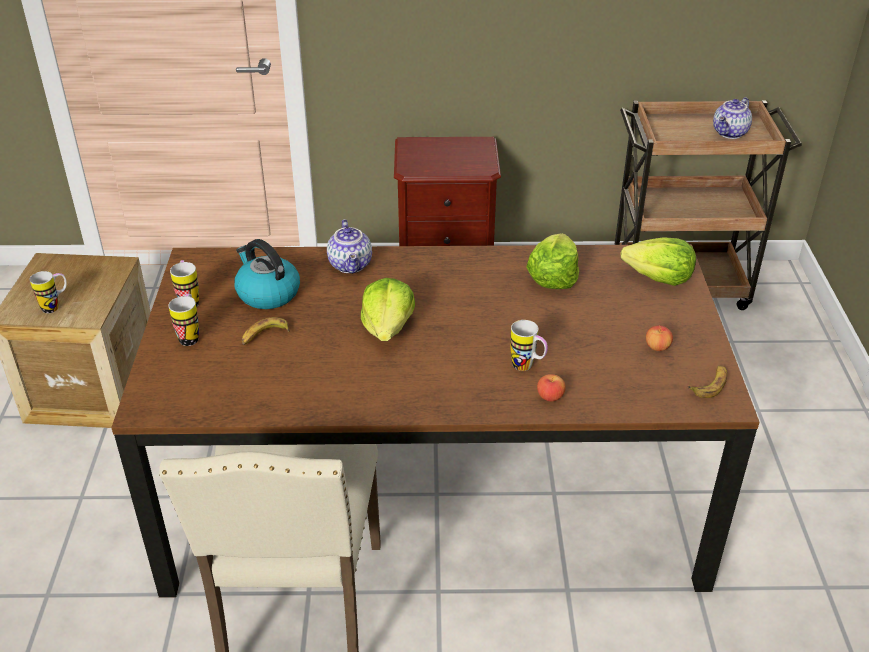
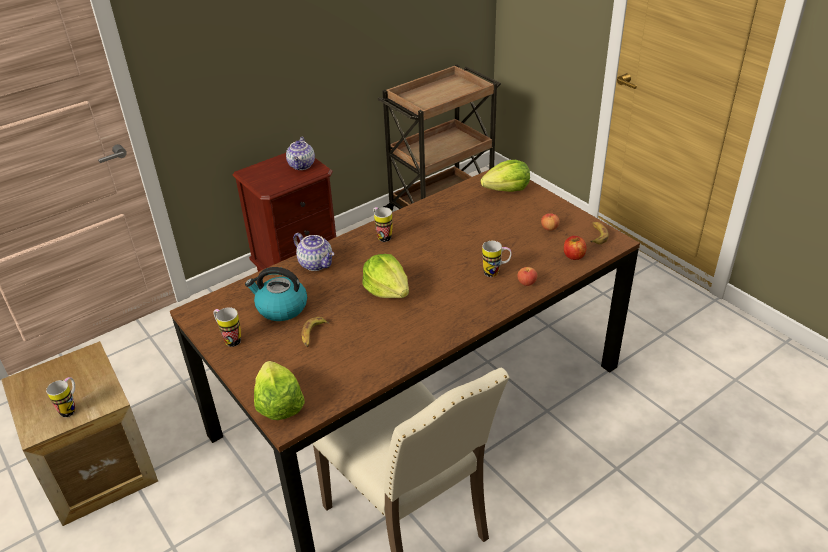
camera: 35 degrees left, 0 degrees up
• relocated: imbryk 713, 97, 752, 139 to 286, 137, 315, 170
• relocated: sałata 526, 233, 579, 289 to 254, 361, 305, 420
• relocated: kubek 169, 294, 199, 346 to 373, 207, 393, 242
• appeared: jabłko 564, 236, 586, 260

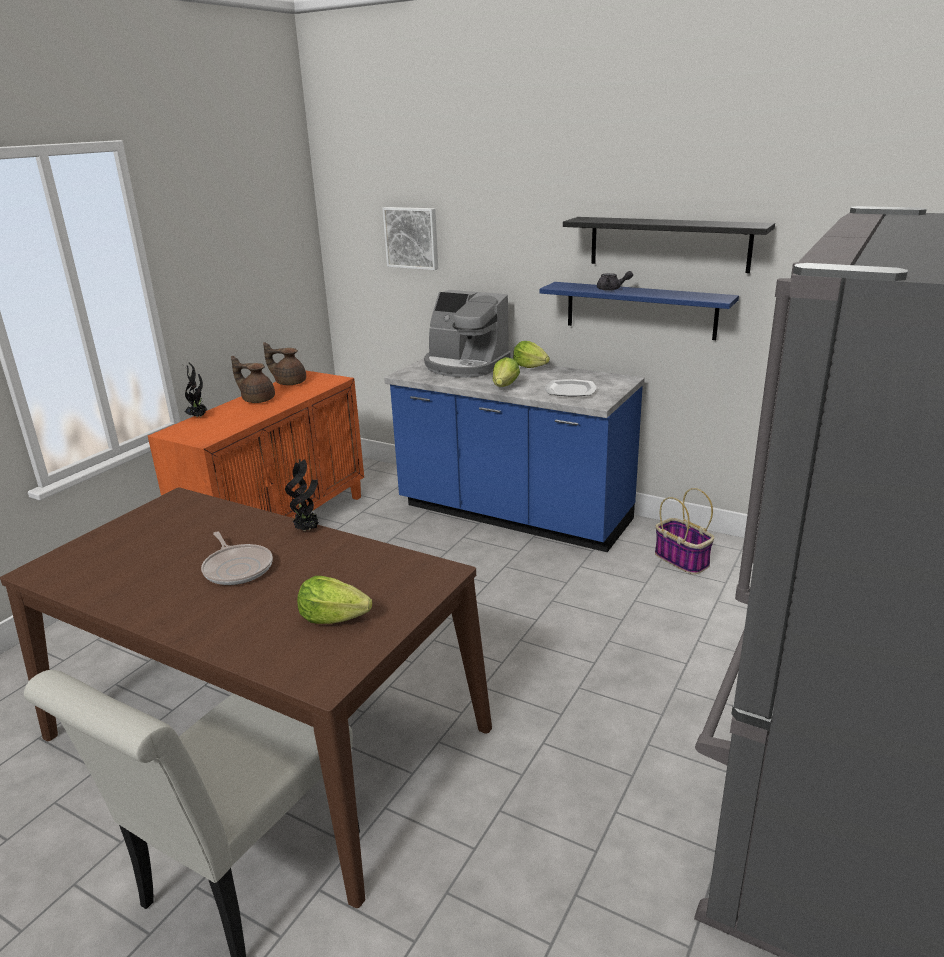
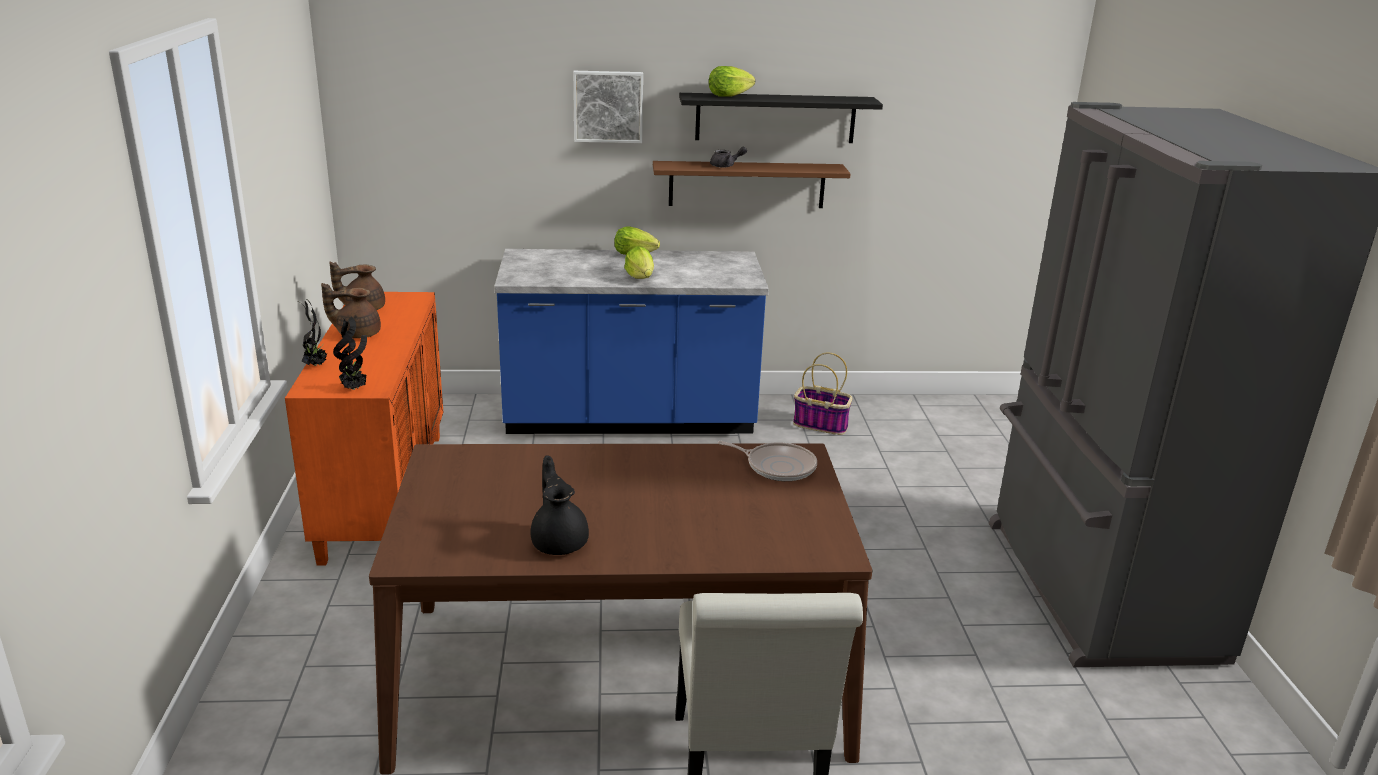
camera: 35 degrees left, 0 degrees up
• relocated: obraz 383, 207, 438, 270 to 573, 71, 643, 143
• colour: półka/niebieski 540, 282, 739, 340 to półka/brązowy 653, 161, 850, 208
• missing: ekspres do kawy 424, 290, 511, 378
• missing: talerz 545, 379, 596, 396
• relocated: roślina doniczkowa 285, 459, 319, 531 to 333, 317, 367, 390
• relocated: patelnia 201, 531, 273, 585 to 718, 441, 817, 481
• relocated: sałata 297, 576, 372, 624 to 709, 66, 755, 97
• appeared: imbryk/czarny 530, 456, 589, 555

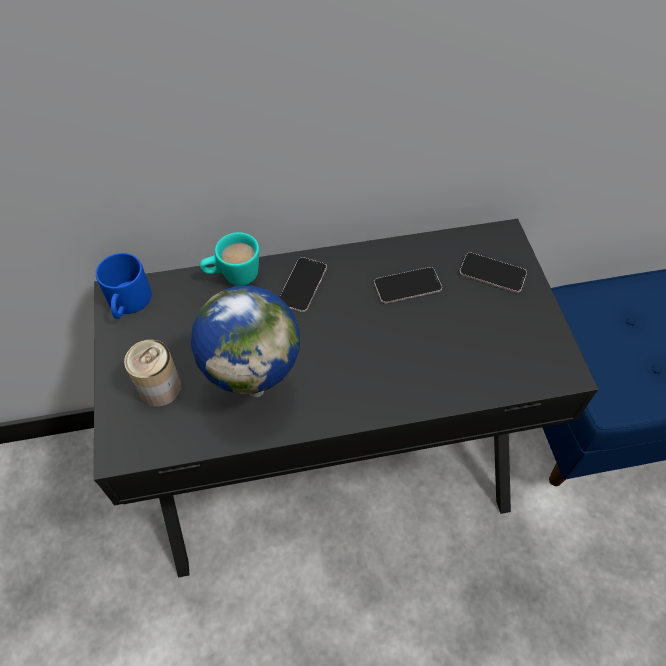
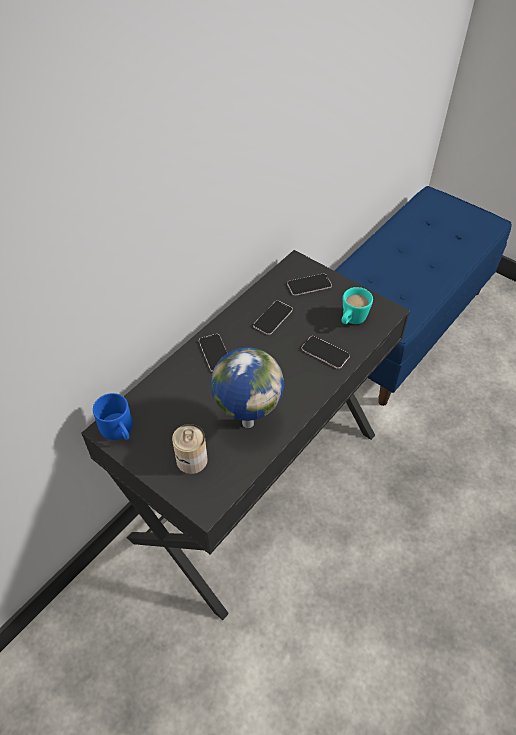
camera: 40 degrees left, 5 degrees down
• relocated: kubek/turkusowy 200, 232, 260, 286 to 342, 287, 373, 324
• appeared: telefon 302, 336, 350, 369

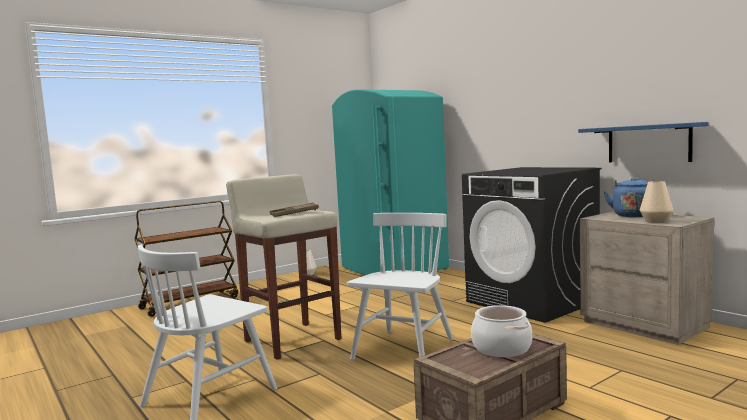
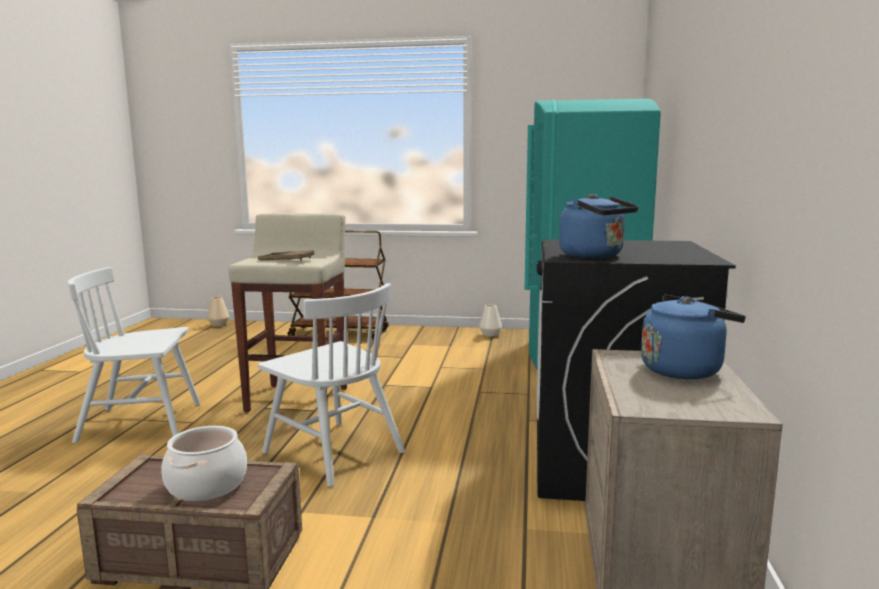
camera: 45 degrees right, 5 degrees up
• missing: półka/niebieski 578, 122, 709, 162
• relocated: wazon/beżowy 640, 181, 673, 223 to 207, 297, 229, 327
• spun: krzesło/biały 347, 213, 454, 360 = 258, 283, 405, 487 60 degrees clockwise
• appeared: czajnik/niebieski 559, 194, 639, 258

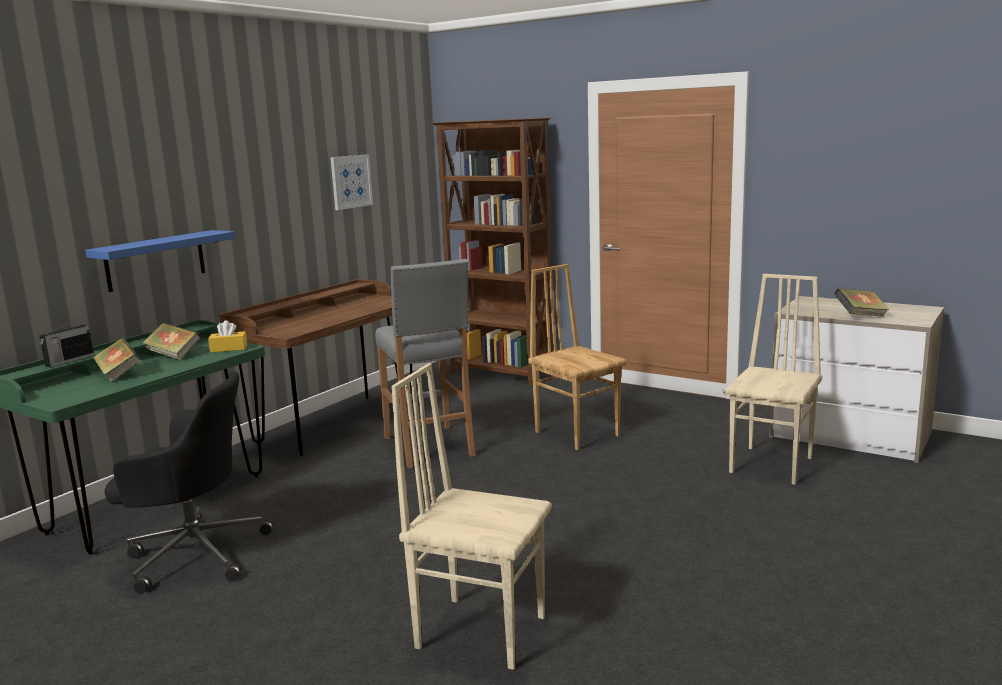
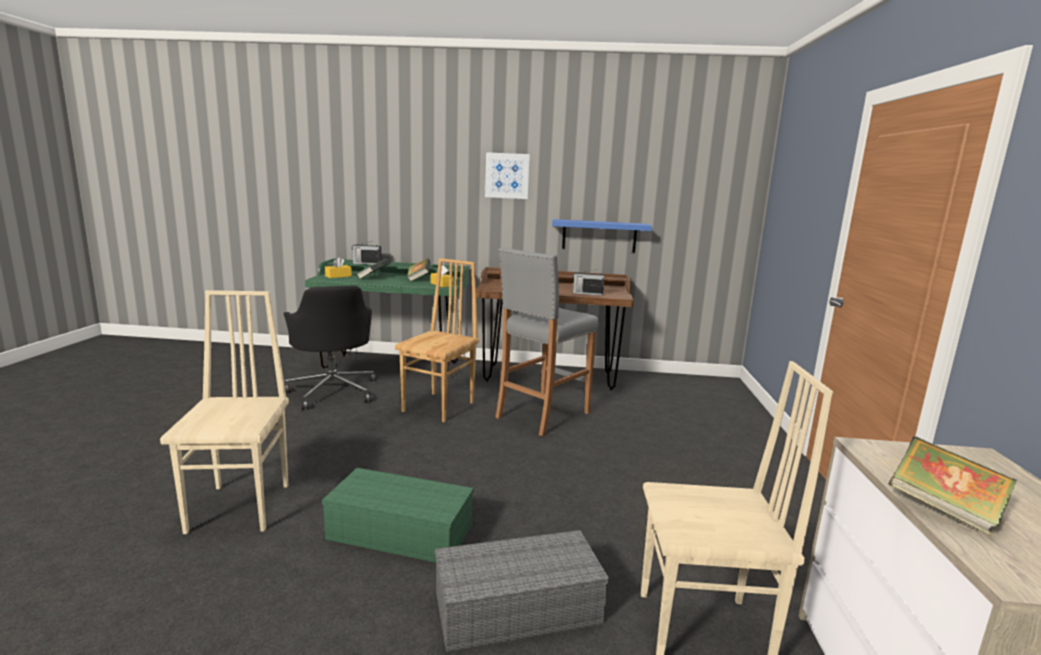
camera: 60 degrees right, 0 degrees up
• missing: regał/brązowy 431, 118, 553, 386
• relocated: obraz 330, 154, 373, 210 to 485, 152, 530, 199
• relocated: półka/niebieski 85, 230, 235, 292 to 552, 219, 652, 252
• relocated: krzesło/brązowy 528, 264, 626, 450 to 395, 258, 479, 422
• appeared: pudełko chusteczek/żółty 325, 257, 352, 278
• appeared: radio 573, 269, 604, 296
• appeared: pojemnik do przechowywania/zielony 322, 468, 474, 563
• appeared: pojemnik do przechowywania/szary 435, 530, 609, 652

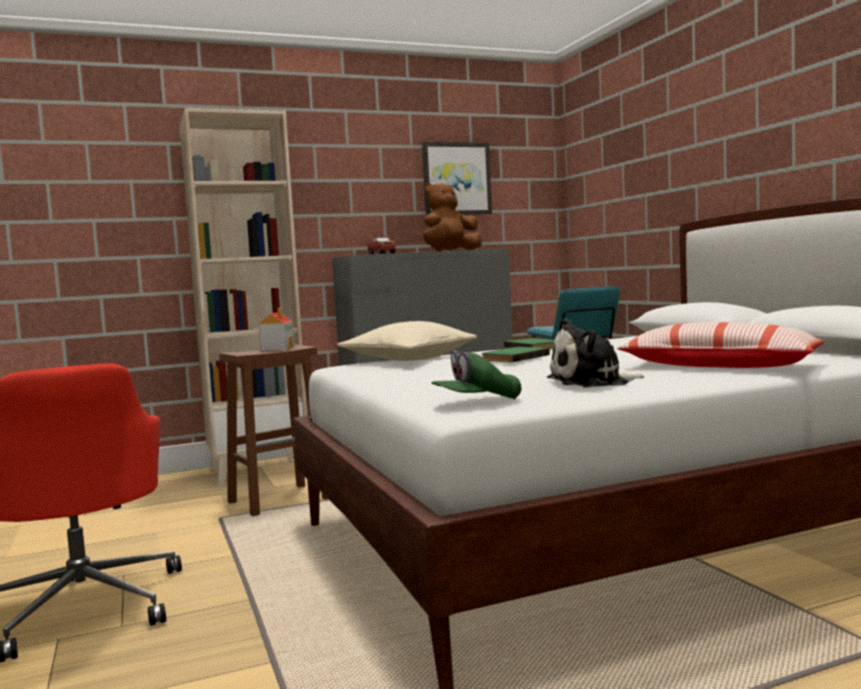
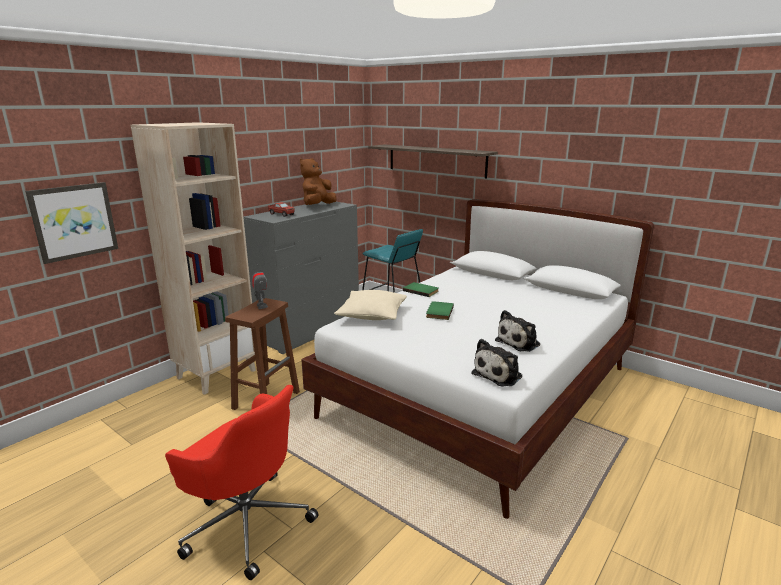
camera: 30 degrees left, 15 degrees up
• relocated: obraz 422, 142, 492, 216 to 25, 182, 118, 264
• exchanged: domek 259, 307, 294, 351 to robot zabawkowy 252, 264, 268, 309
• missing: poduszka 617, 322, 824, 368
• exchanged: czapka z daszkiem/zielony 432, 350, 521, 399 to pluszak 472, 339, 522, 387
• appeared: półka 368, 144, 498, 179

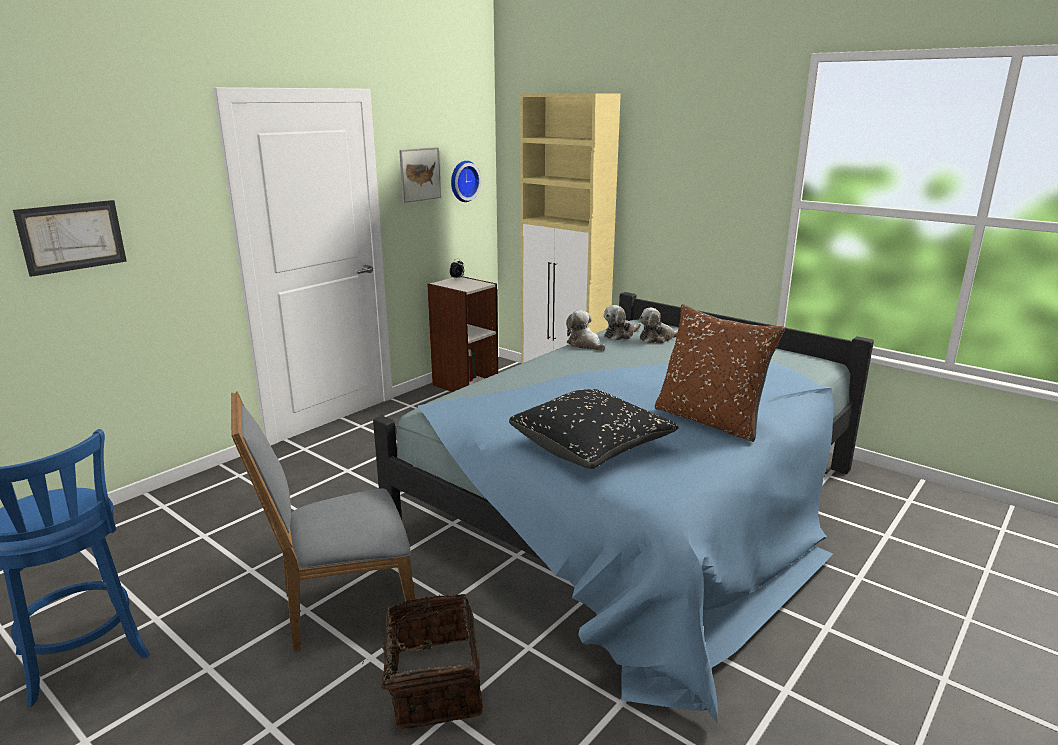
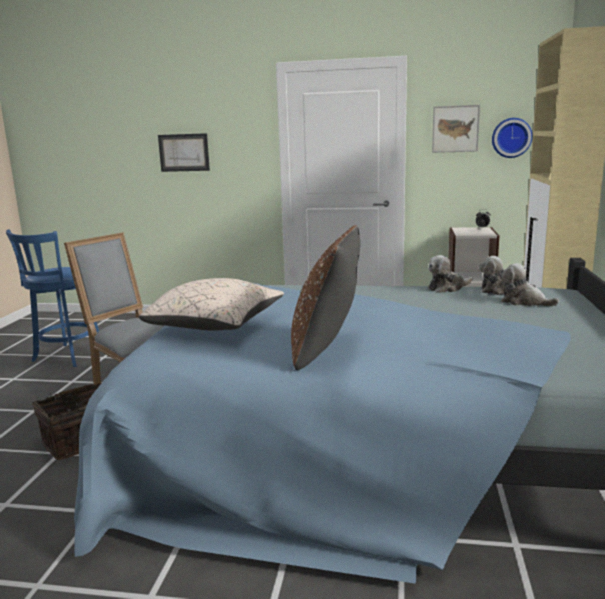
camera: 60 degrees right, 5 degrees down
• spun: pluszak 566, 310, 606, 351 = 428, 255, 473, 293 135 degrees counterclockwise
• colour: poduszka/czarny 509, 389, 679, 469 to poduszka/beżowy 139, 278, 284, 331

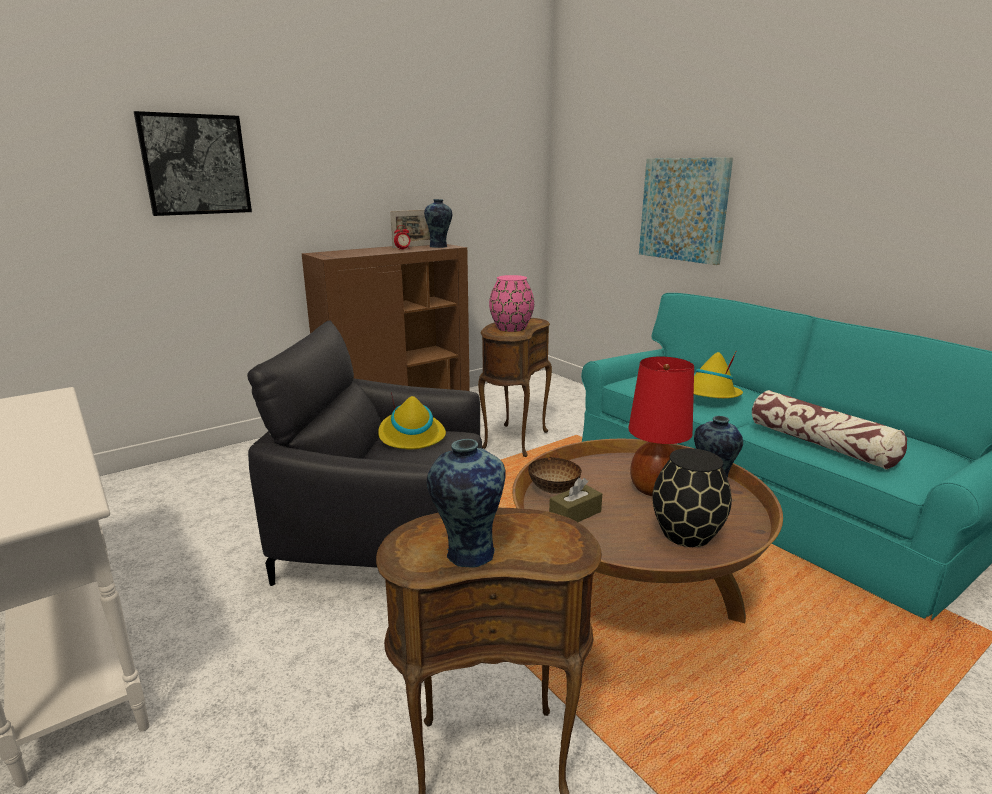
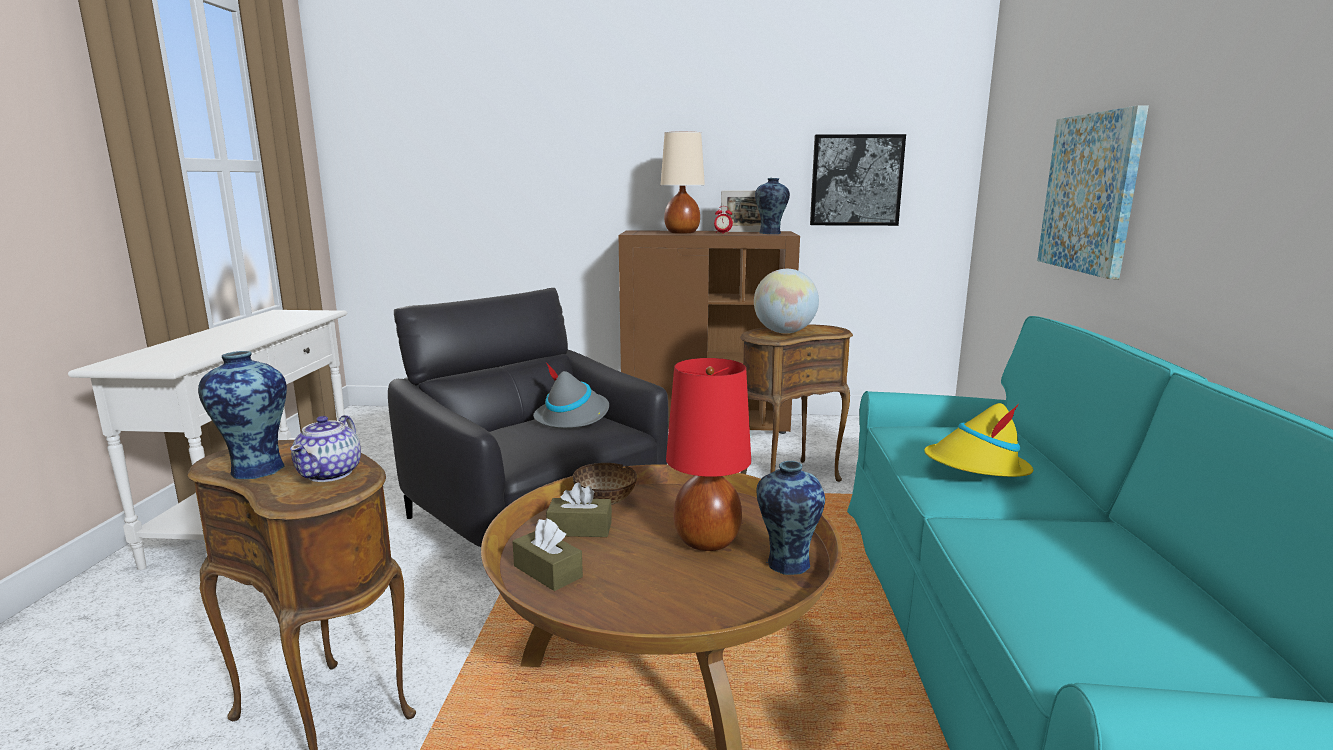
camera: 40 degrees right, 5 degrees down
• relocated: obraz 134, 111, 252, 216 to 810, 134, 906, 226
• exchanged: wazon/różowy 489, 275, 534, 332 to globus 754, 269, 819, 333
• missing: poduszka 752, 390, 907, 470
• colour: kapelusz/żółty 378, 392, 446, 449 to kapelusz/szary 533, 362, 609, 429
• missing: wazon/czarny 652, 448, 732, 547
• appeared: lampa stołowa/beżowy 661, 131, 705, 234
• appeared: imbryk 290, 415, 361, 482
• appeared: pudełko chusteczek/brązowy 512, 518, 583, 591

